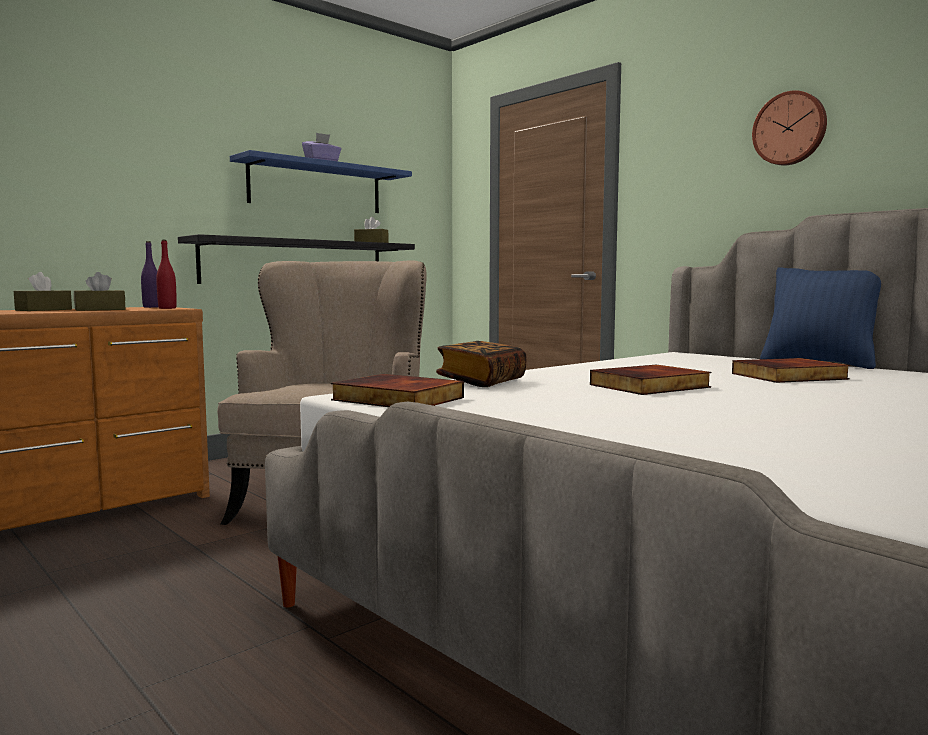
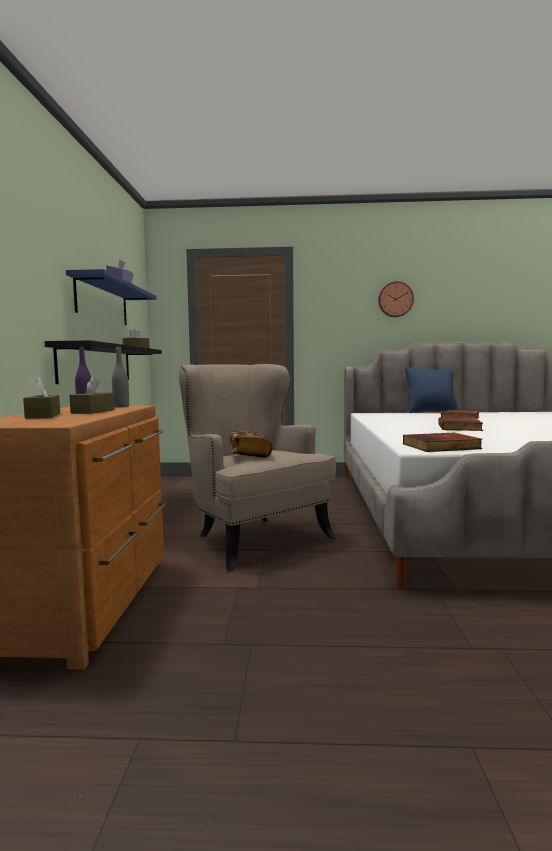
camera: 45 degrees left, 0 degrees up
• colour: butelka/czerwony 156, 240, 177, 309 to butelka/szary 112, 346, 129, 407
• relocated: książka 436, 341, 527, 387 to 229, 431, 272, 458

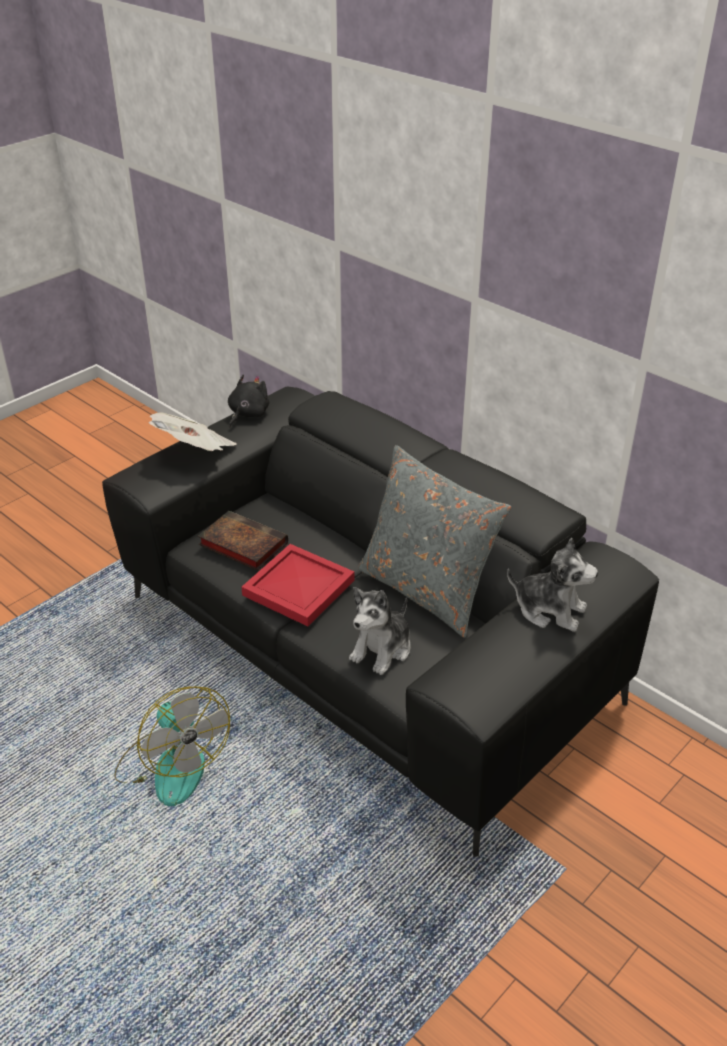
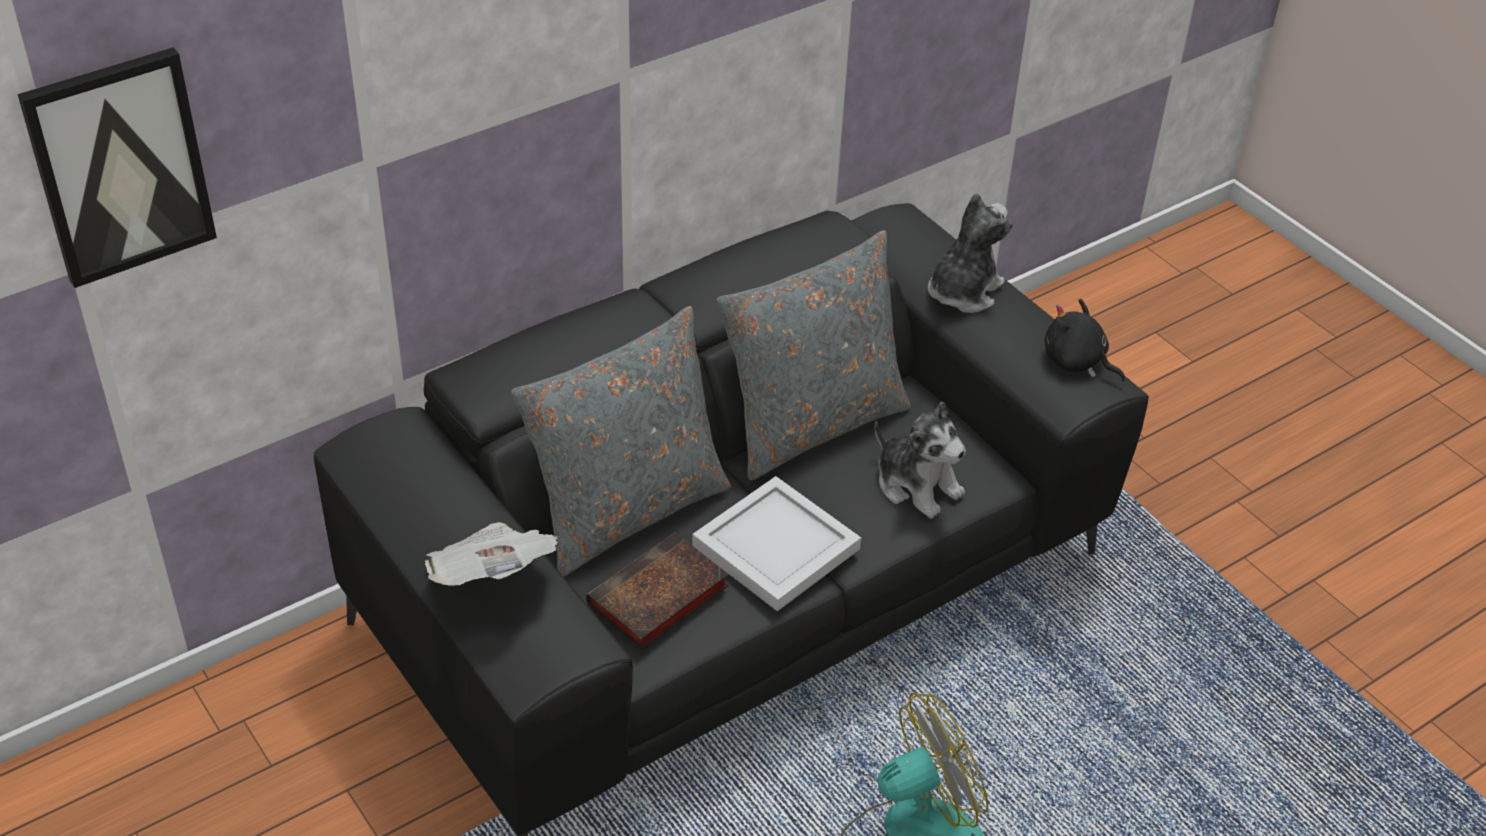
camera: 80 degrees left, 5 degrees up
• relocated: pluszak/czarny 228, 375, 269, 427 to 1045, 299, 1125, 381
• colour: taca/czerwony 241, 544, 355, 626 to taca/biały 692, 476, 861, 611
• appeared: obraz 18, 47, 217, 288
• appeared: poduszka/szary 511, 306, 731, 577

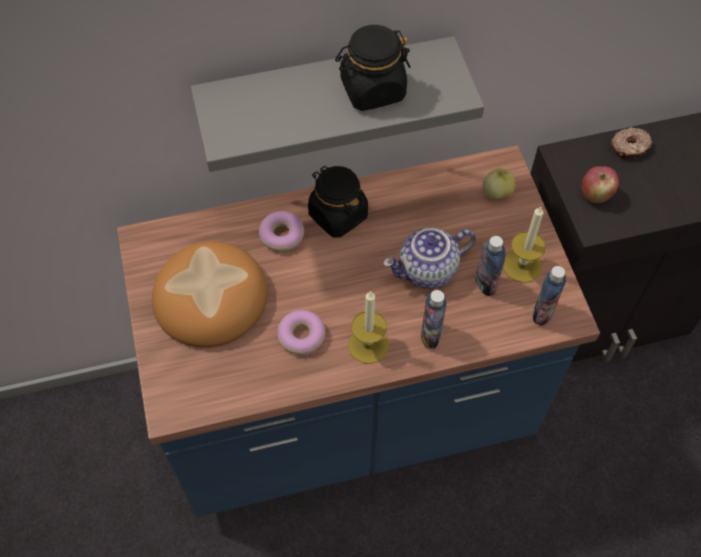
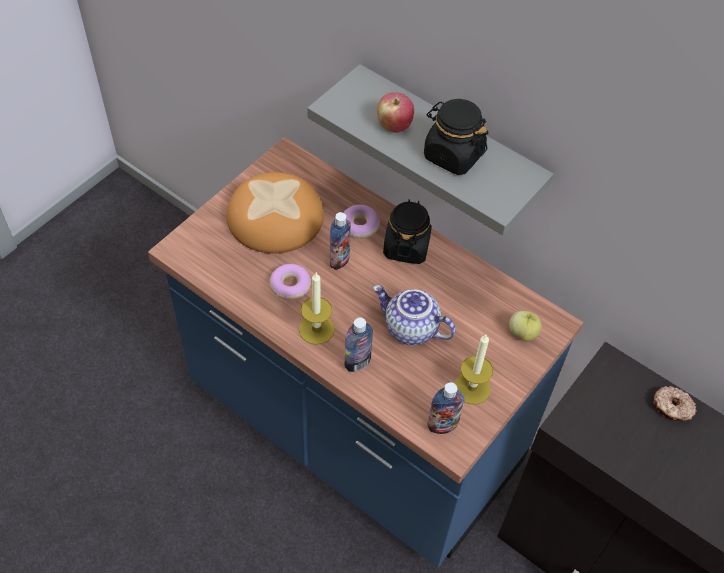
camera: 50 degrees right, 5 degrees down
• relocated: jabłko 581, 166, 619, 203 to 377, 92, 414, 133
• relocated: butelka 475, 236, 506, 296 to 330, 212, 351, 270

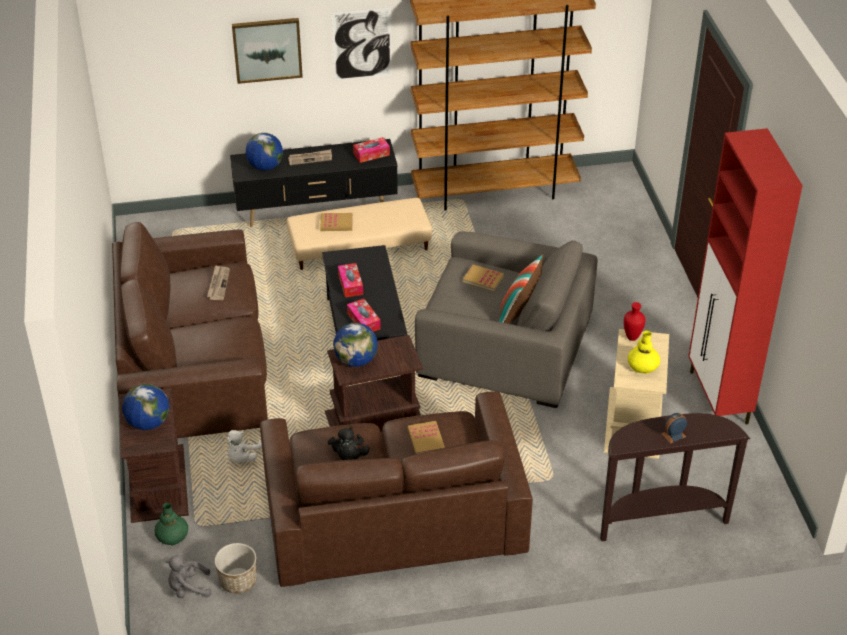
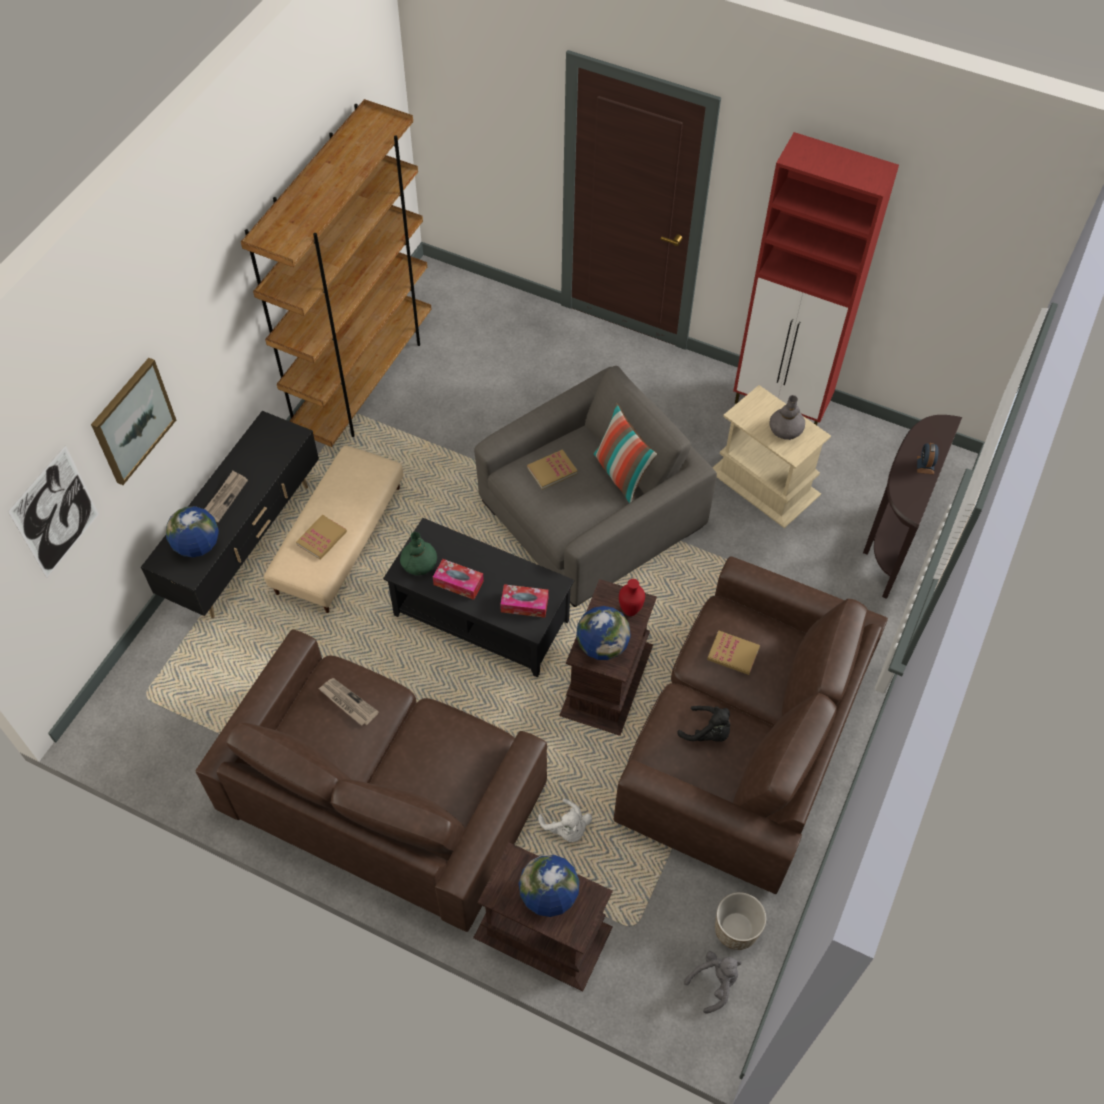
camera: 55 degrees left, 15 degrees up
• relocated: obraz 332, 7, 392, 81 to 8, 445, 99, 578
• missing: pudełko chusteczek 353, 137, 390, 163
• relocated: wazon/czerwony 624, 302, 646, 341 to 619, 579, 645, 616
• colour: wazon/żółty 628, 331, 660, 374 to wazon/szary 770, 395, 805, 440
• relocated: wazon/zielony 154, 503, 188, 546 to 400, 532, 437, 575
• spun: pluszak/szary 166, 555, 211, 598 = 684, 951, 742, 1014 150 degrees counterclockwise

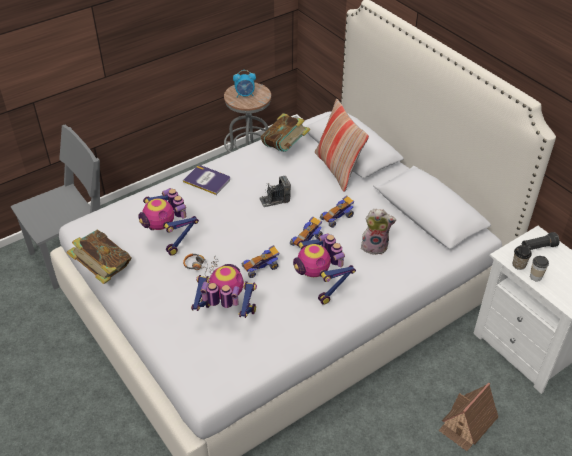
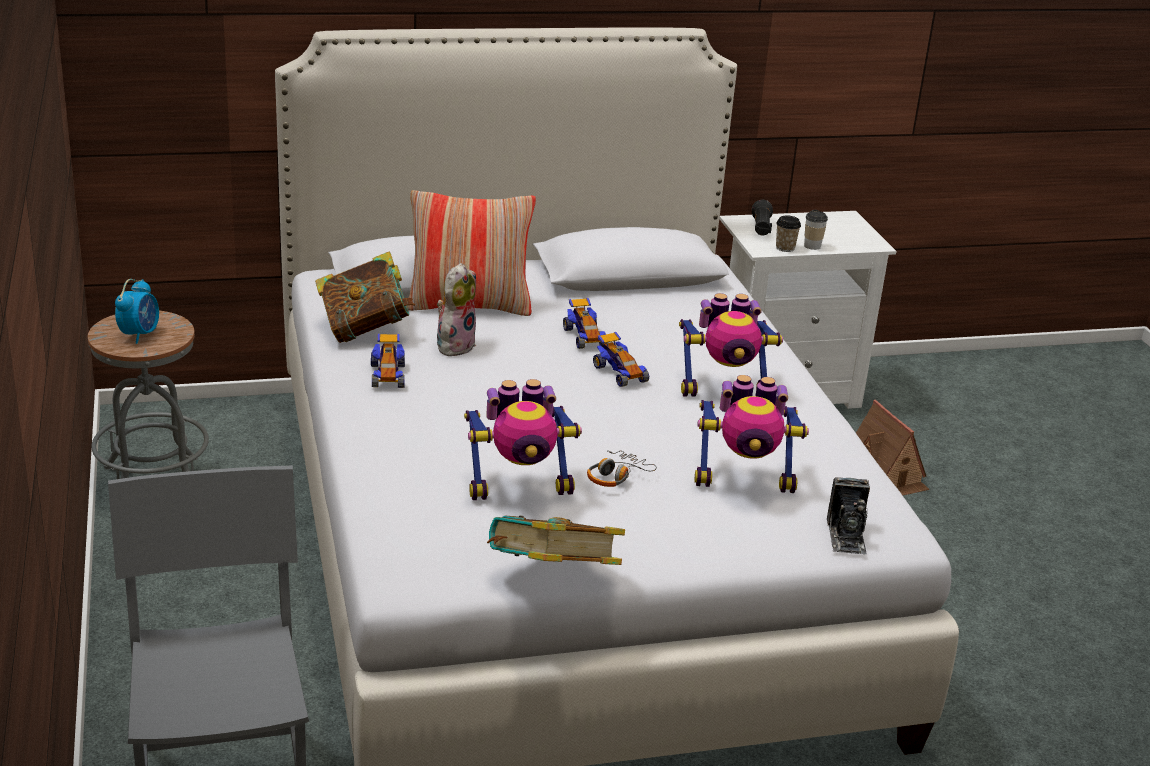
camera: 70 degrees left, 15 degrees down
• missing: książka 183, 165, 230, 195
• relocated: aparat fotograficzny 259, 176, 291, 207 to 827, 477, 870, 555
• relocated: pluszak 360, 209, 396, 255 to 437, 263, 476, 356
• relocated: samochodzik 242, 245, 279, 278 to 371, 333, 405, 388
• spun: robot zabawkowy 191, 264, 257, 318 = 695, 375, 809, 493 120 degrees counterclockwise

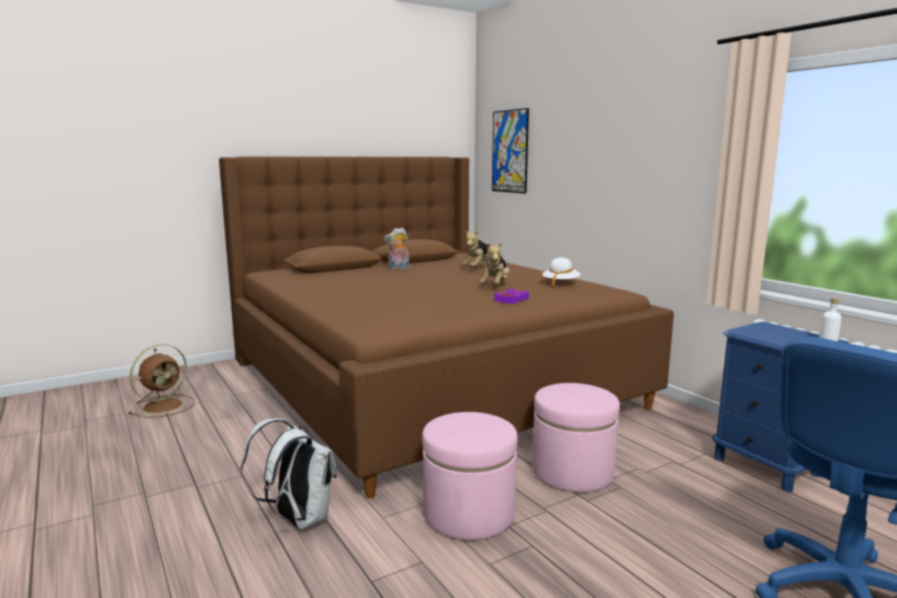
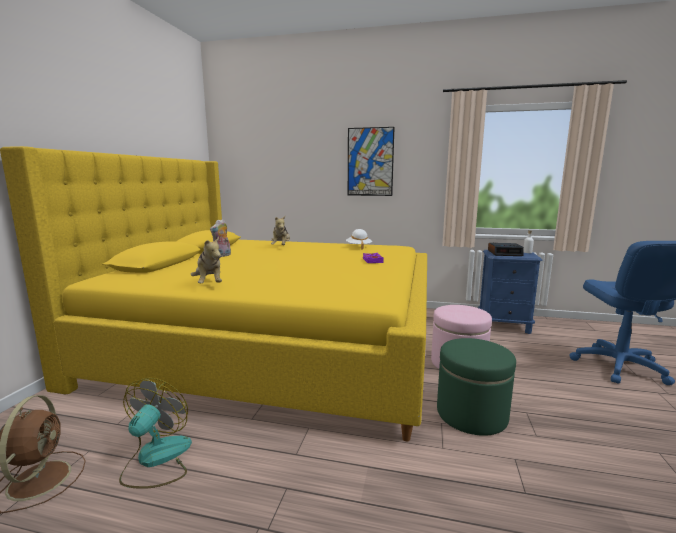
camera: 45 degrees left, 0 degrees up
• relocated: obraz 492, 108, 529, 194 to 348, 127, 395, 196
• colour: łóżko/brązowy 219, 157, 674, 498 to łóżko/żółty 0, 146, 427, 441
• relocated: pluszak 480, 242, 510, 284 to 191, 237, 222, 283
• colour: pufa/różowy 422, 412, 518, 541 to pufa/zielony 437, 338, 516, 436
• missing: plecak/biały 241, 418, 337, 530
• appeared: budzik 488, 243, 524, 256
• appeared: wentylator 119, 378, 192, 489

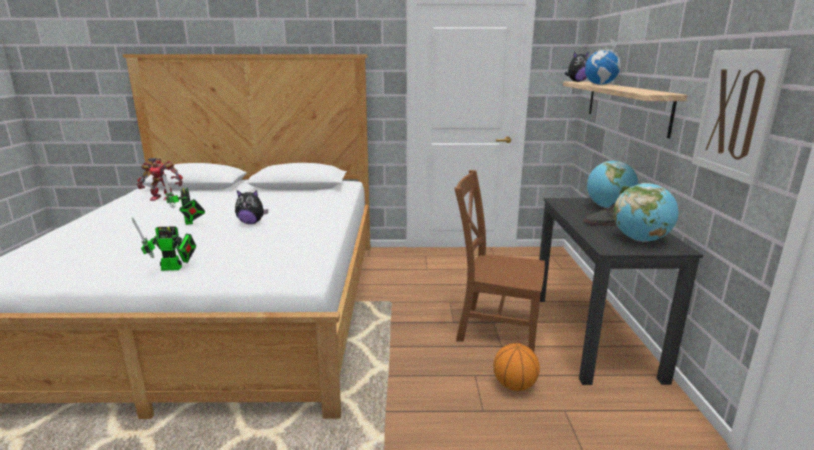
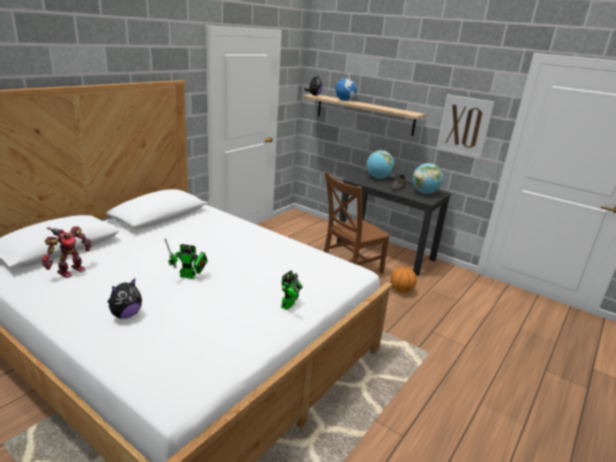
camera: 55 degrees left, 5 degrees up
• relocated: pluszak 235, 190, 268, 224 to 108, 278, 142, 319

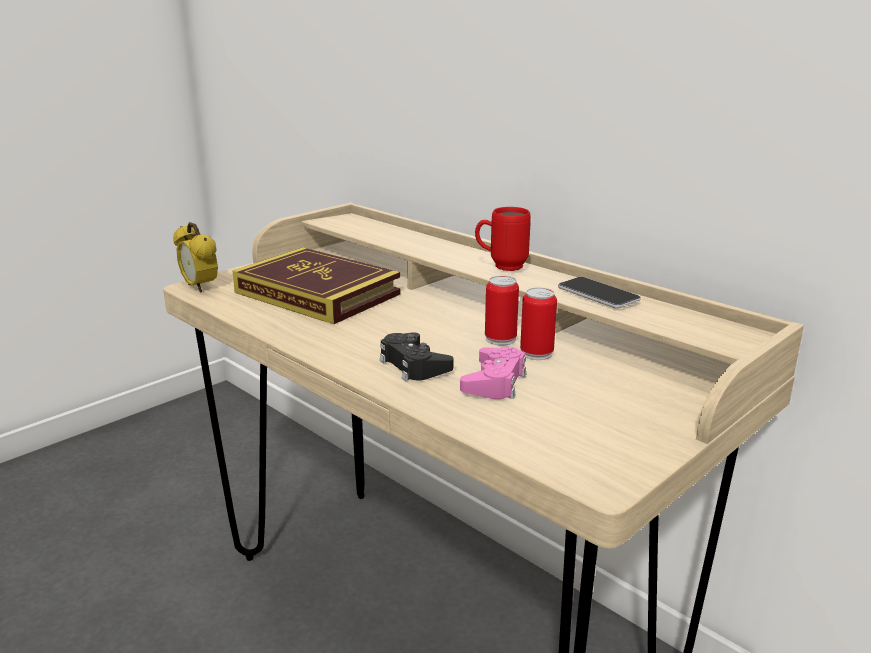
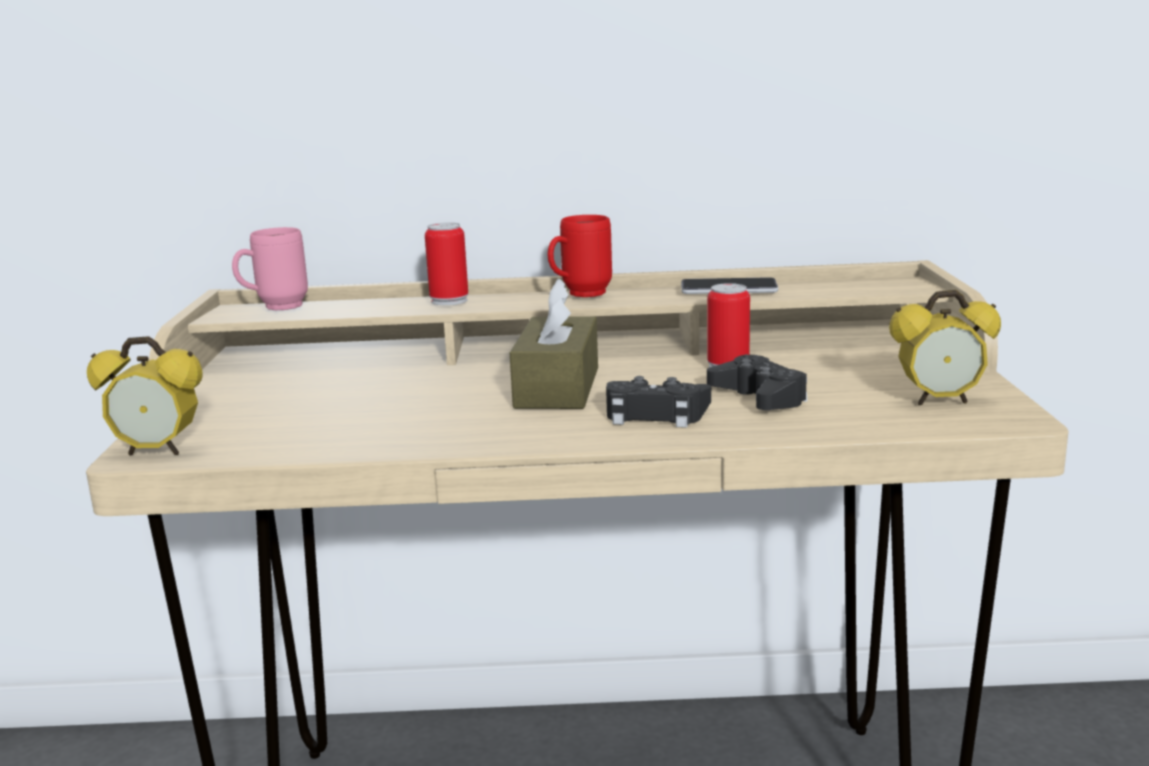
camera: 45 degrees left, 5 degrees down
• missing: książka 232, 247, 401, 324
• relocated: puszka 485, 276, 519, 345 to 425, 222, 468, 305
• colour: pad do gier/różowy 460, 347, 526, 399 to pad do gier/czarny 707, 354, 808, 410
• appeared: kubek/różowy 232, 227, 308, 310
• appeared: pudełko chusteczek/brązowy 510, 279, 598, 409
• appeared: budzik 889, 290, 1001, 405

